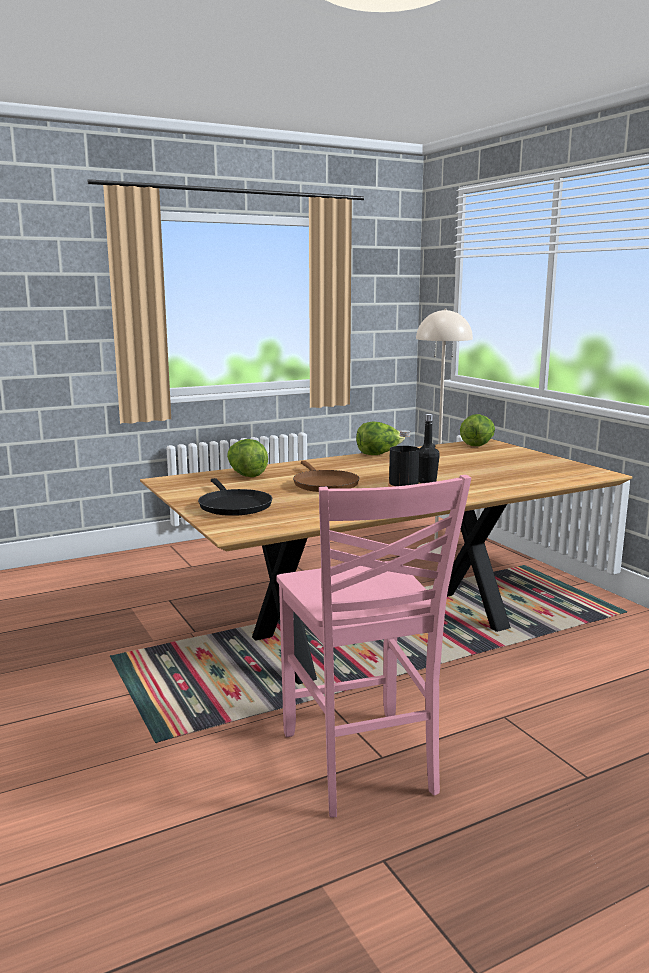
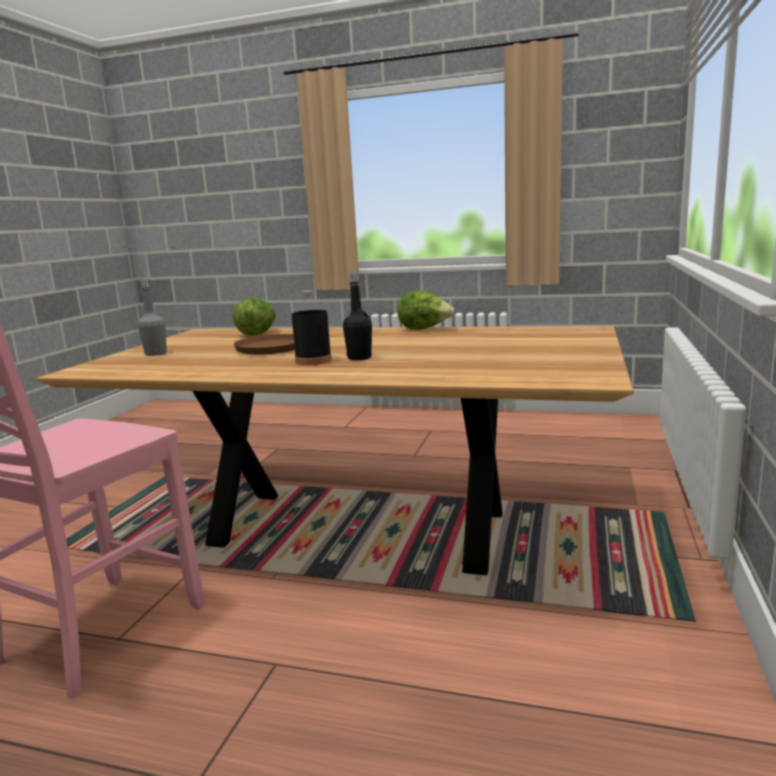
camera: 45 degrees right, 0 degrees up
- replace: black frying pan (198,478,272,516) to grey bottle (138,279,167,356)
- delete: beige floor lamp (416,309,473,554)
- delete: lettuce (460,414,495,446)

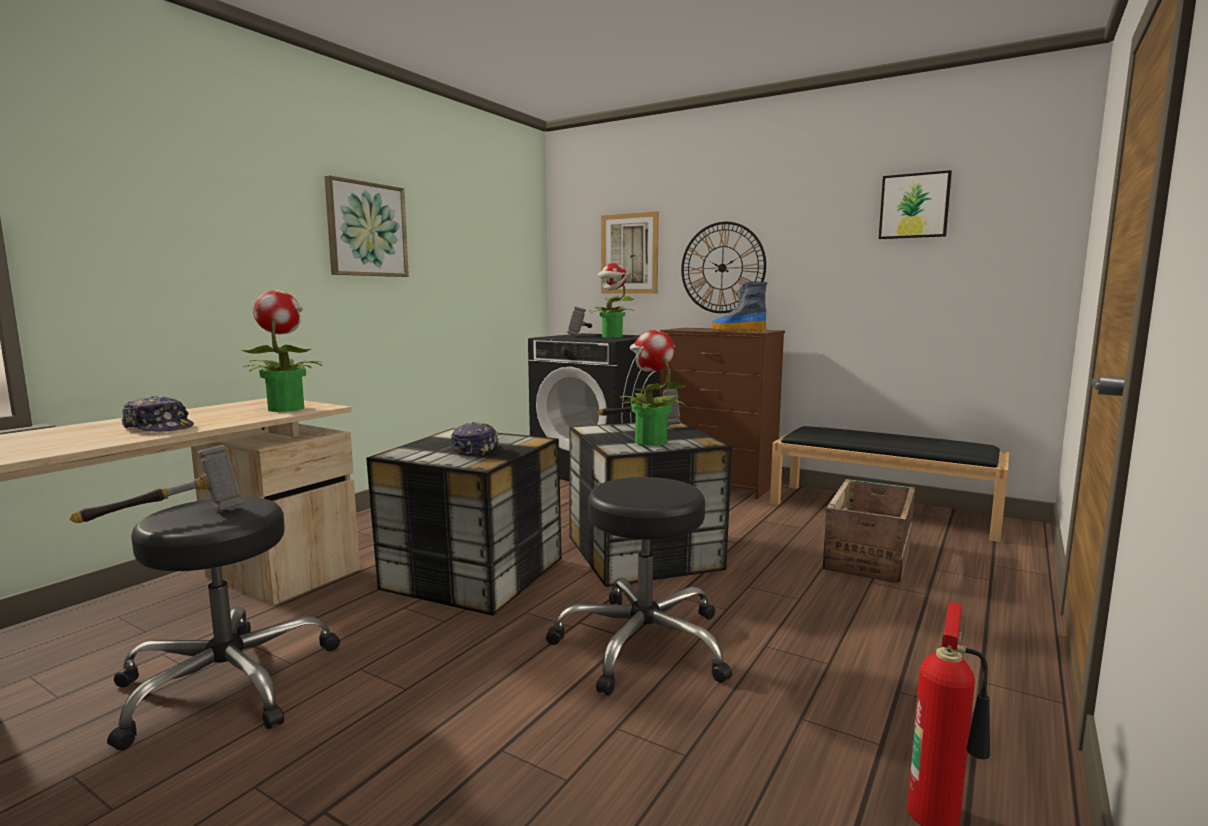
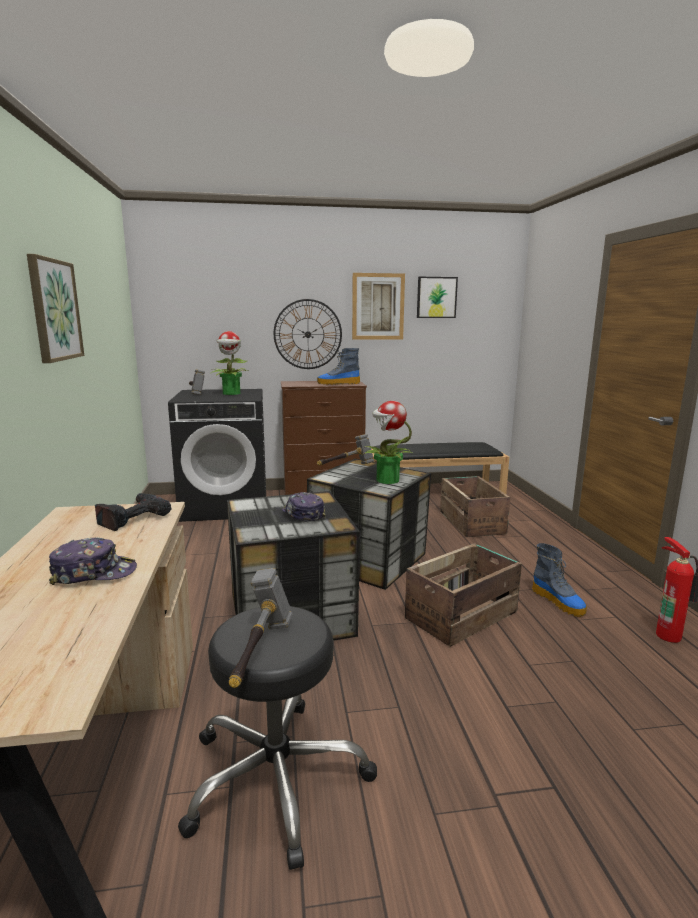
camera: 40 degrees left, 5 degrees up
- replace: potted plant (242,290,323,412) to power drill (95,493,171,531)
- replace: black stool (546,477,732,696) to crate (405,543,522,647)
- move: picture (601,211,659,293) to (352,273,405,340)
- insert: boot (532,543,587,617)

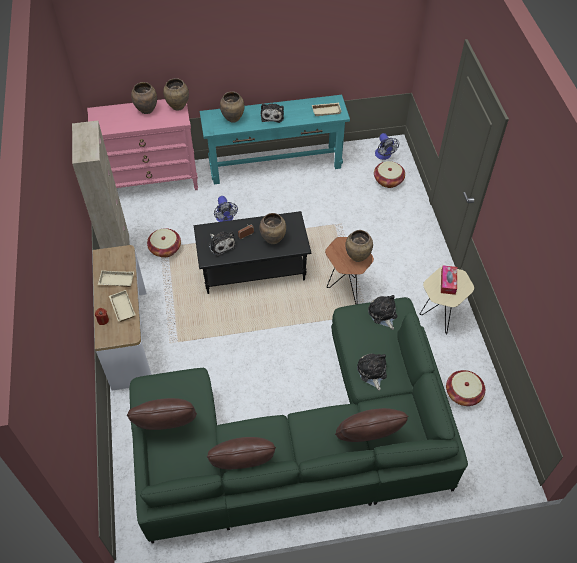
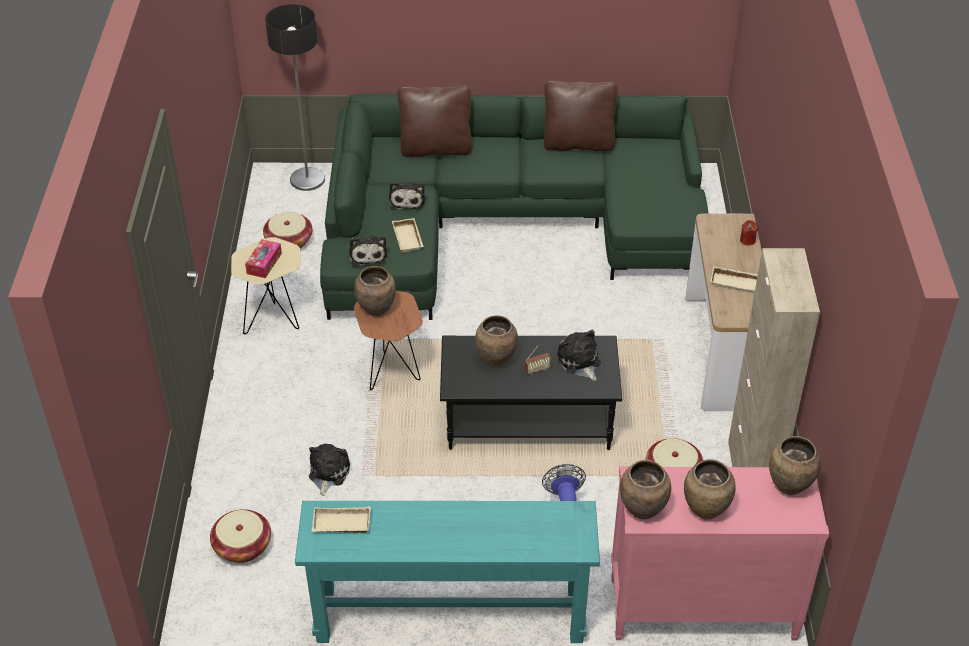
camera: 170 degrees left, 10 degrees down
- move: beige tray (109,290,136,322) to (392,218,424,253)
- delete: brown pillow (127,398,197,430)
- move: brown vase (220,92,245,123) to (769,436,821,495)
- move: plush toy (261,103,284,123) to (309,444,350,496)
- delete: fan (375,133,399,160)
- insert: floor lamp (265,4,325,191)

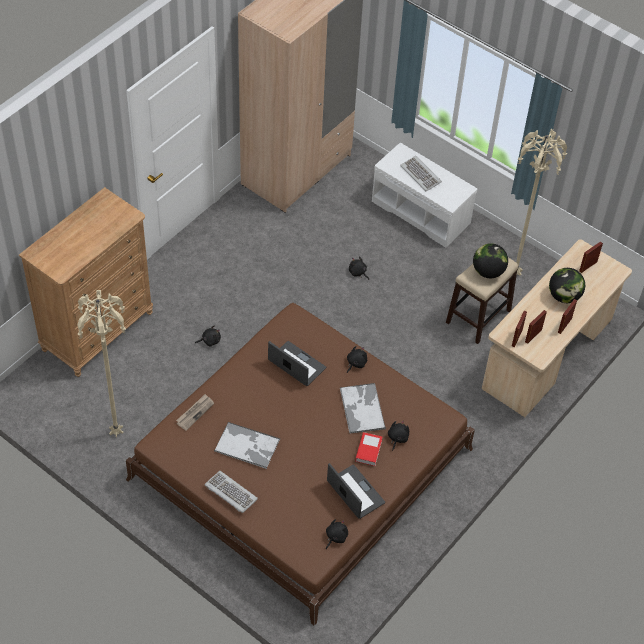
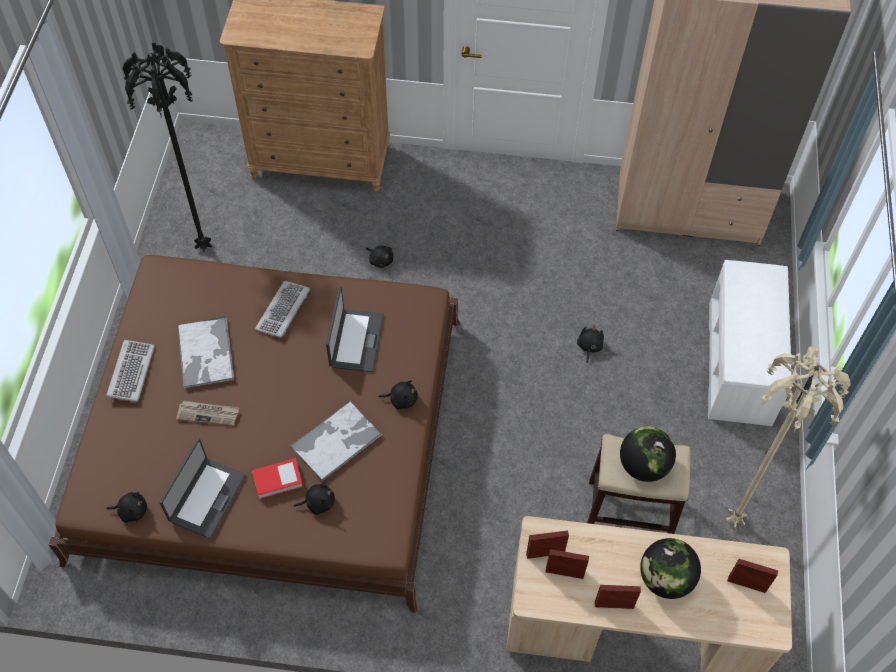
camera: 60 degrees right, 5 degrees up
- recolor: beige floor lamp (77,290,126,437) to black floor lamp (122,43,212,251)
- move: newspaper (176,394,214,431) to (176,400,239,426)
- move: keyboard (400,156,442,191) to (255,281,310,338)

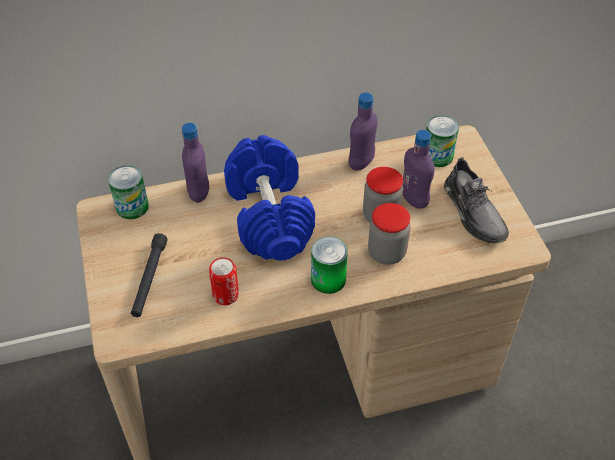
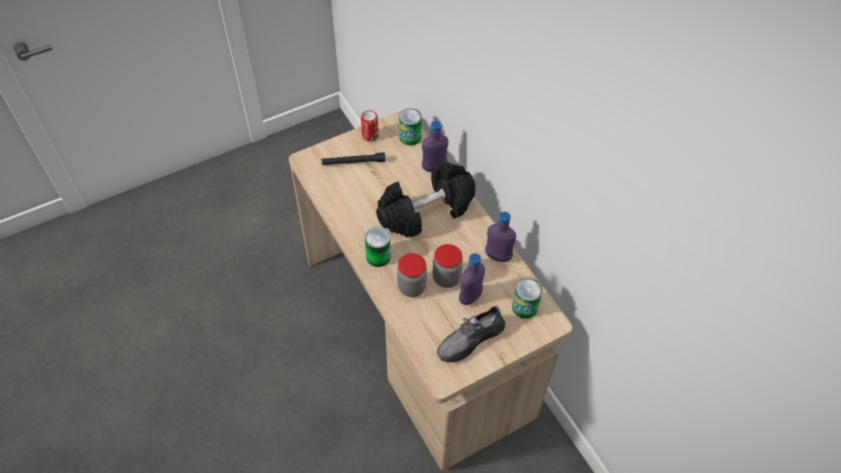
camera: 75 degrees right, 5 degrees up
- move: can (209,257,239,305) to (361,110,379,142)
- recolor: blue dumbbell (224,135,315,261) to black dumbbell (376,162,476,237)

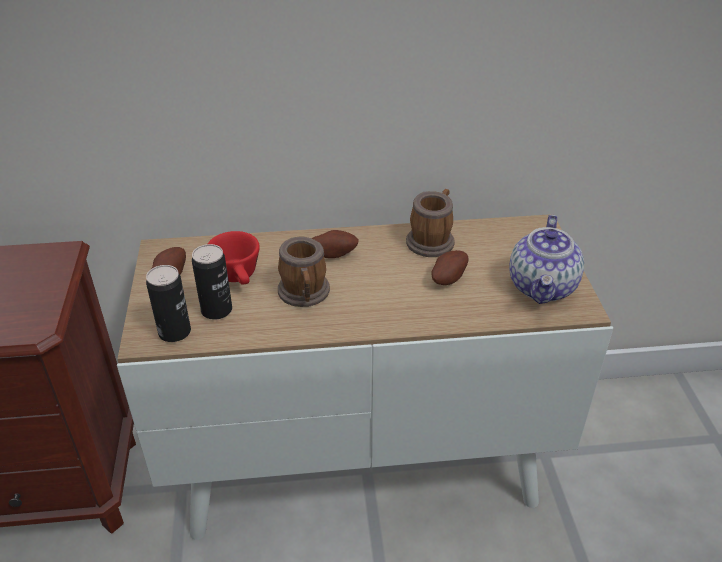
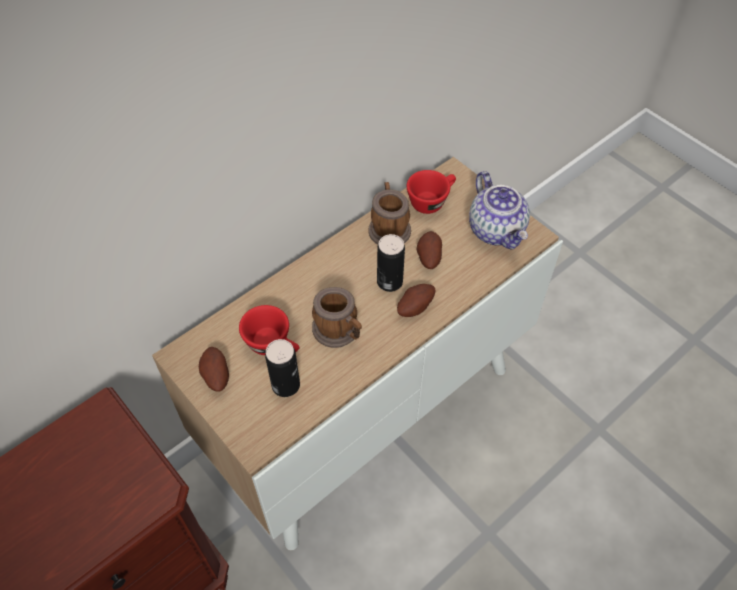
camera: 35 degrees left, 15 degrees up
- move: can (146,265,191,342) to (377,234,405,292)
- move: potato (311,230,359,258) to (397,284,435,317)
- insert: red cup (407,170,456,214)

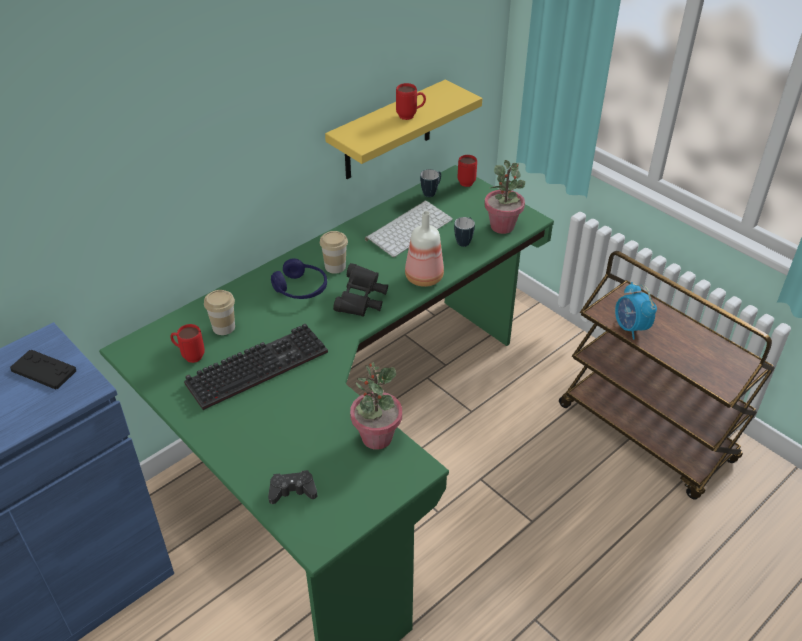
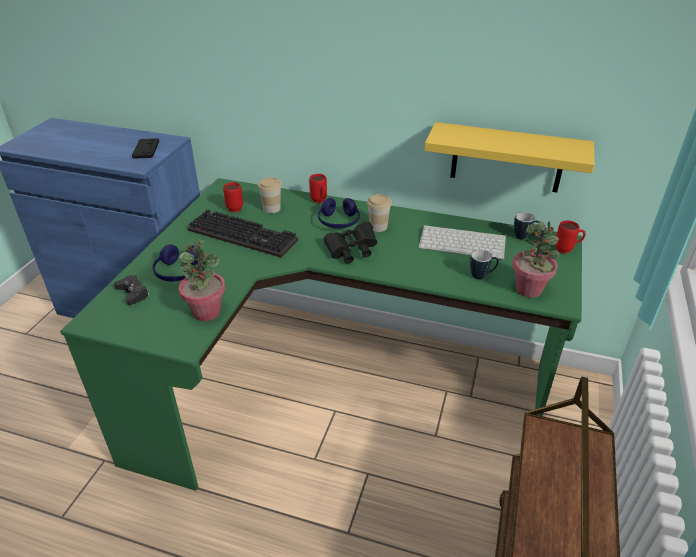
camera: 60 degrees right, 5 degrees down
- move: red mug (396,83,426,120) to (309,174,327,203)
- delete: bottle (405,211,444,287)
- delete: alarm clock (615,282,657,340)
- insert: blue headphones (153,245,201,282)

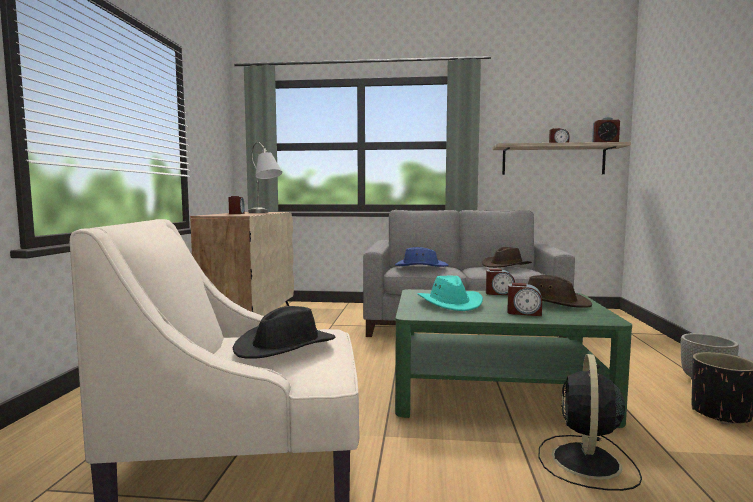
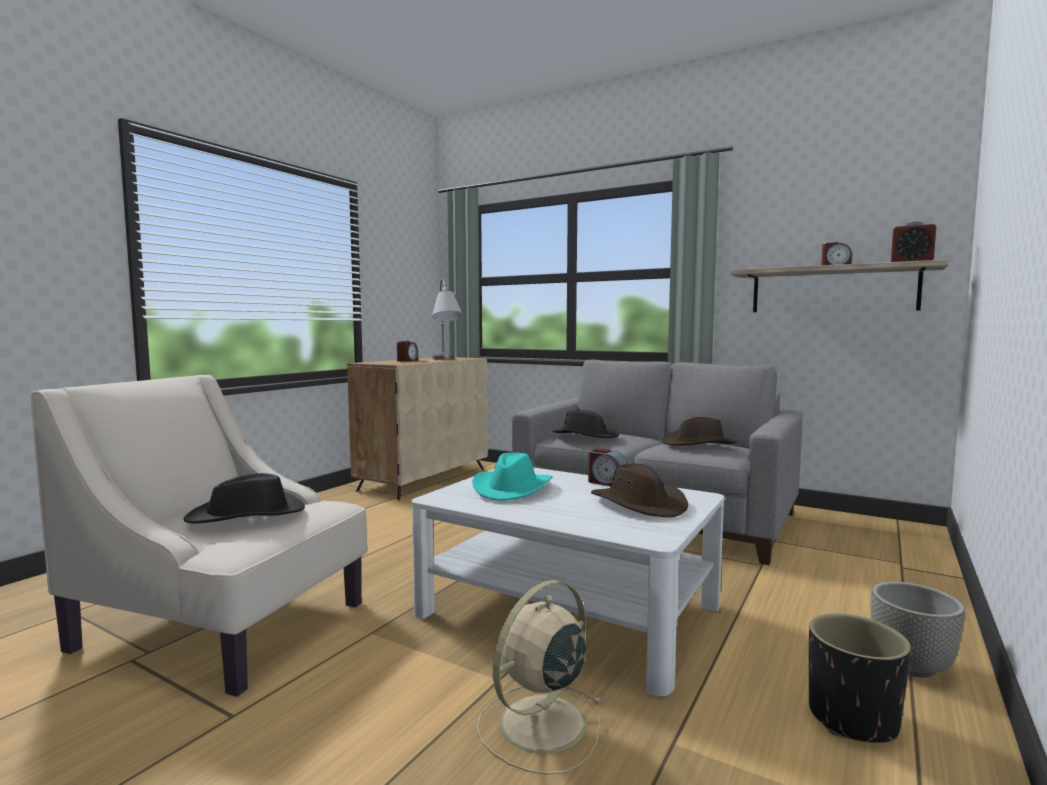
camera: 25 degrees right, 0 degrees up
- recolor: blue hat (395,247,448,267) to black hat (552,410,619,438)
- recolor: green coffee table (395,289,632,428) to white coffee table (411,467,724,697)
- delete: alarm clock (507,283,542,316)
- recolor: black fan (538,354,642,491) to beige fan (476,580,603,775)

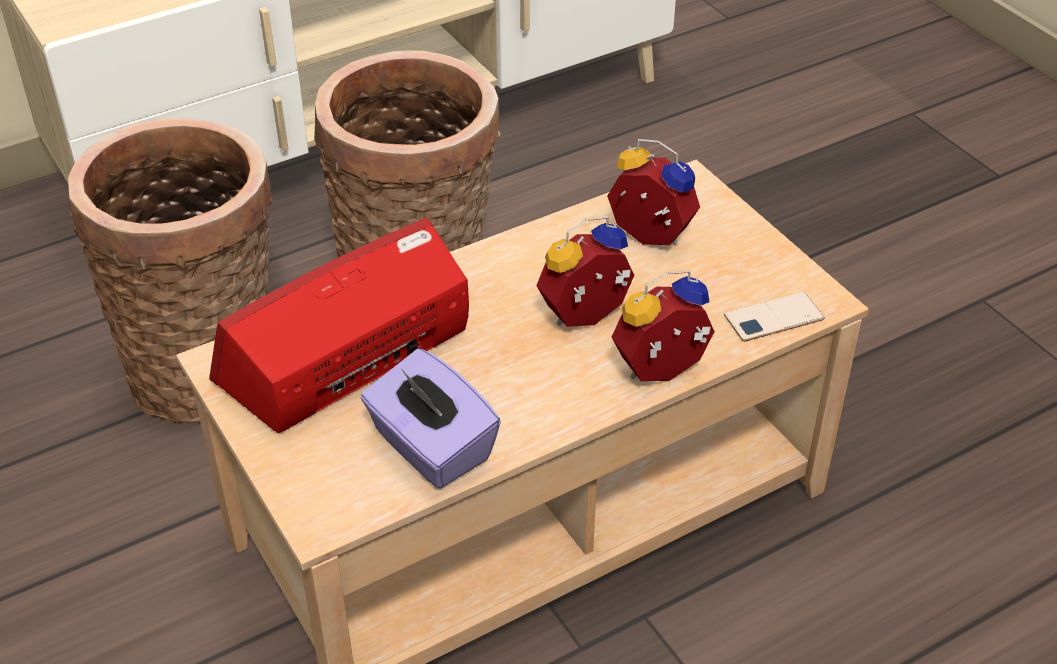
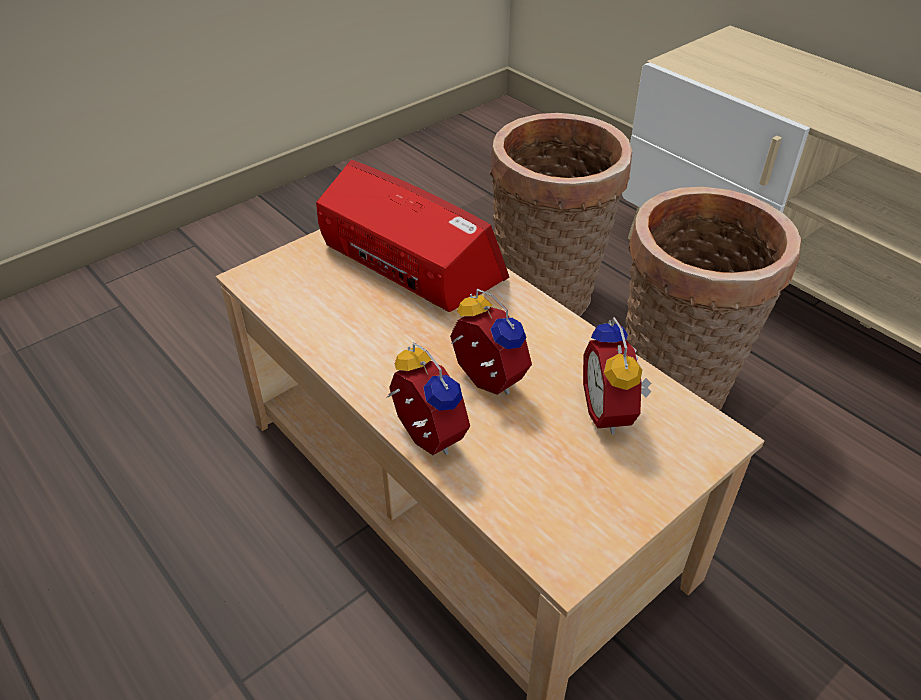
camera: 80 degrees right, 0 degrees up
- delete: purple tissue box (360,349,501,489)
- rotate: alarm clock (607,139,700,246) = (583,317,652,434) 150 degrees clockwise
- delete: phone (724,292,825,342)

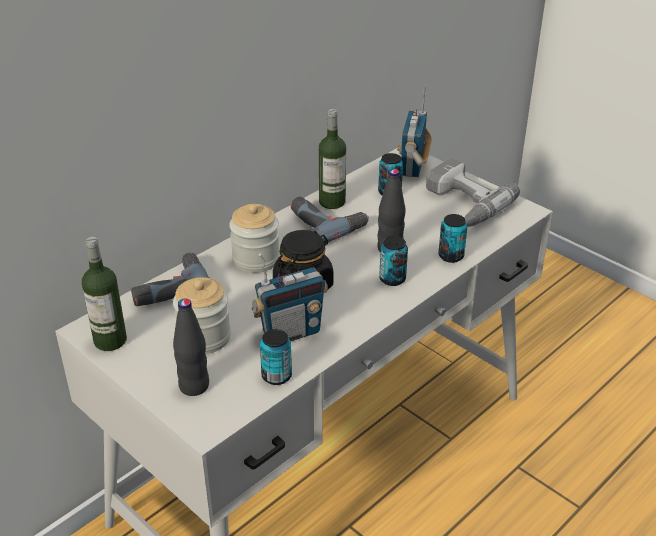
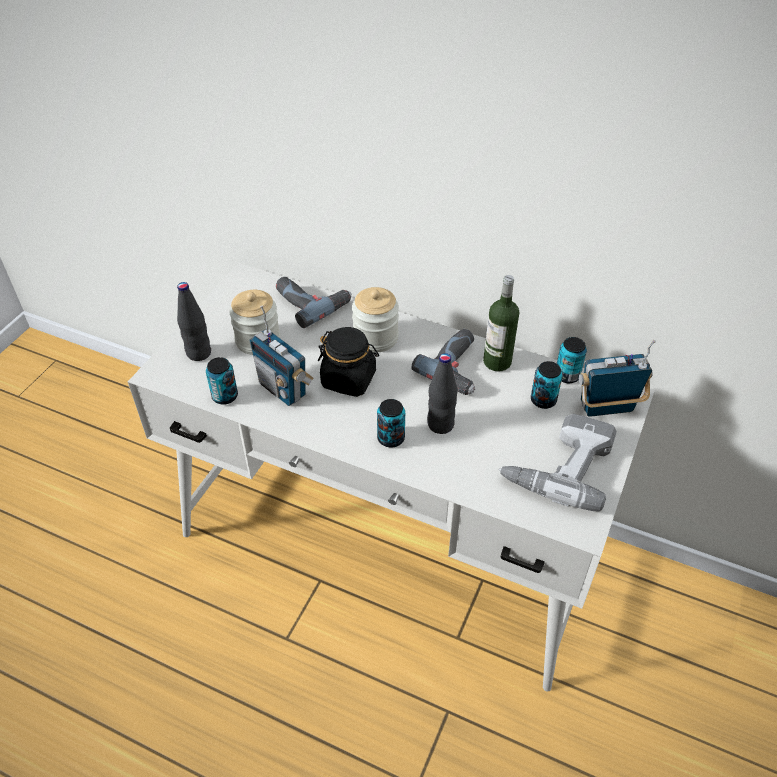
camera: 70 degrees right, 10 degrees up
- delete: bottle (82,237,127,351)
- move: can (438,214,468,263) to (557,337,587,384)

